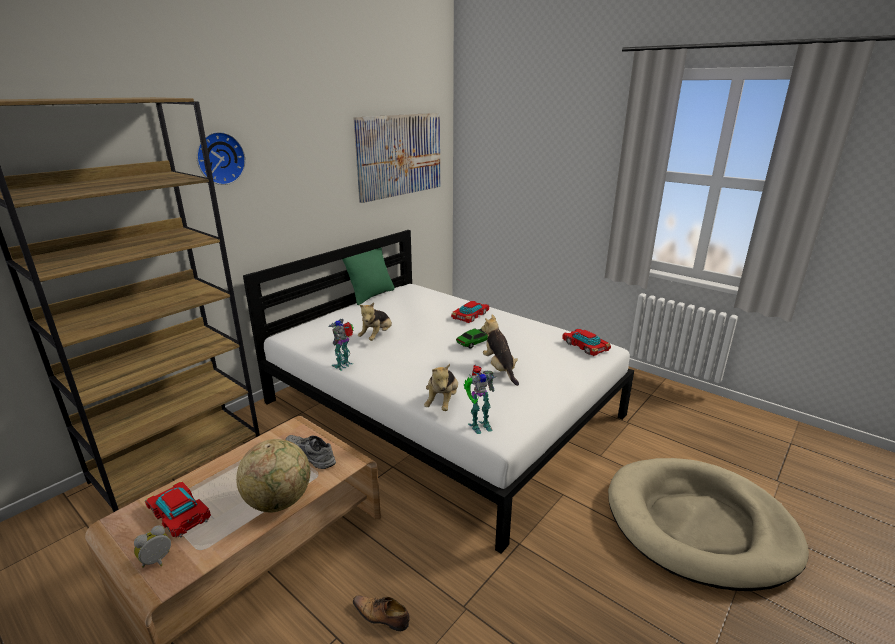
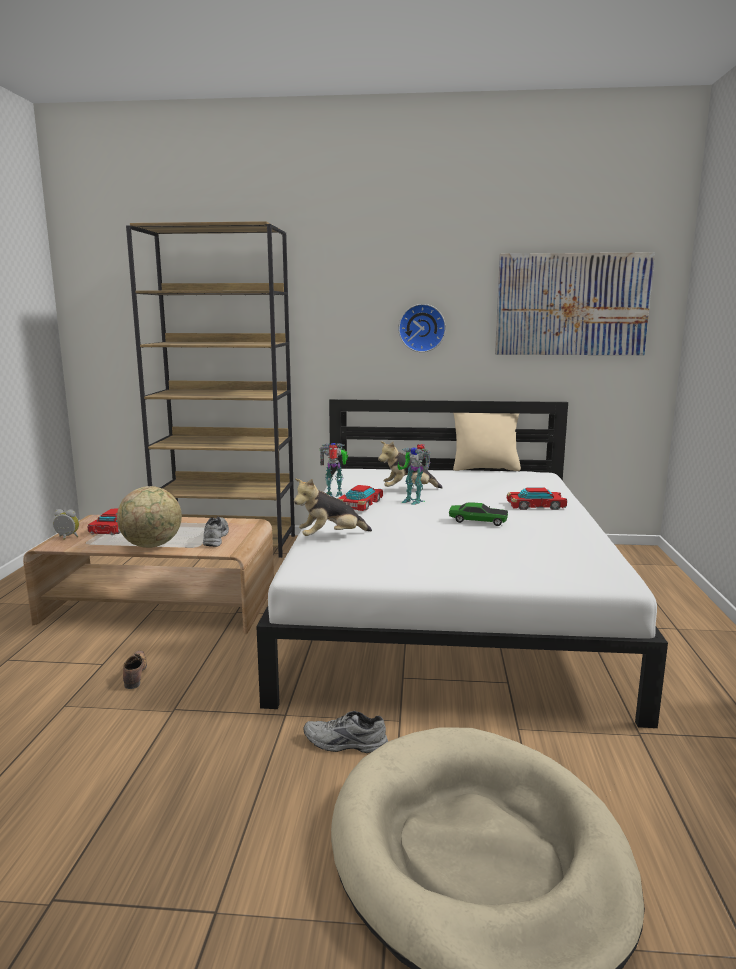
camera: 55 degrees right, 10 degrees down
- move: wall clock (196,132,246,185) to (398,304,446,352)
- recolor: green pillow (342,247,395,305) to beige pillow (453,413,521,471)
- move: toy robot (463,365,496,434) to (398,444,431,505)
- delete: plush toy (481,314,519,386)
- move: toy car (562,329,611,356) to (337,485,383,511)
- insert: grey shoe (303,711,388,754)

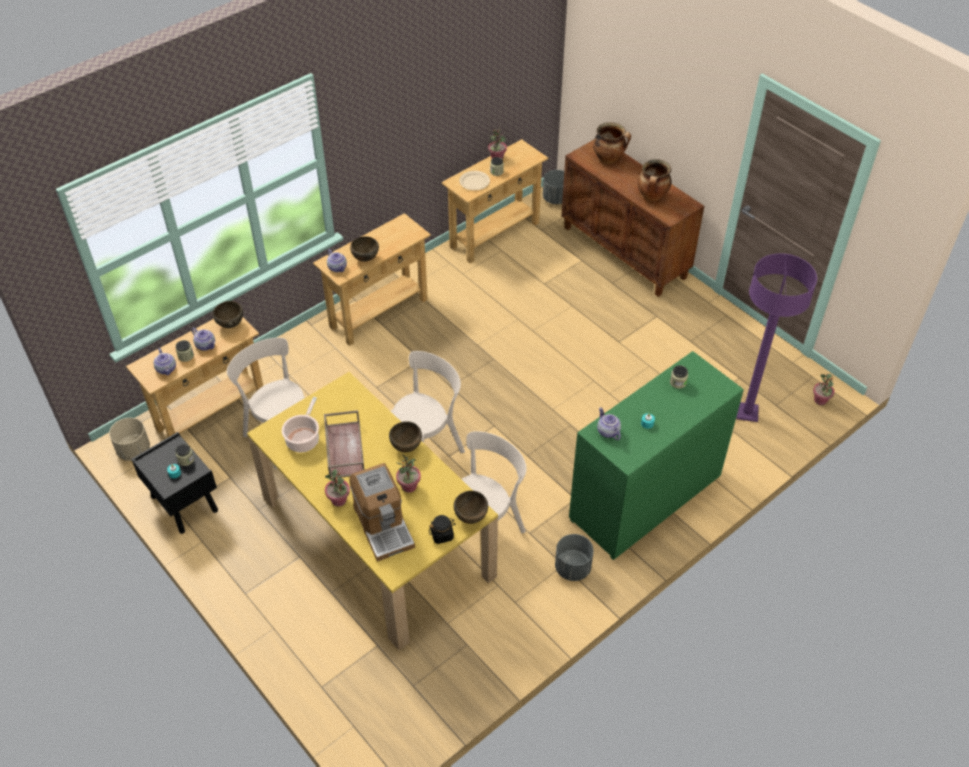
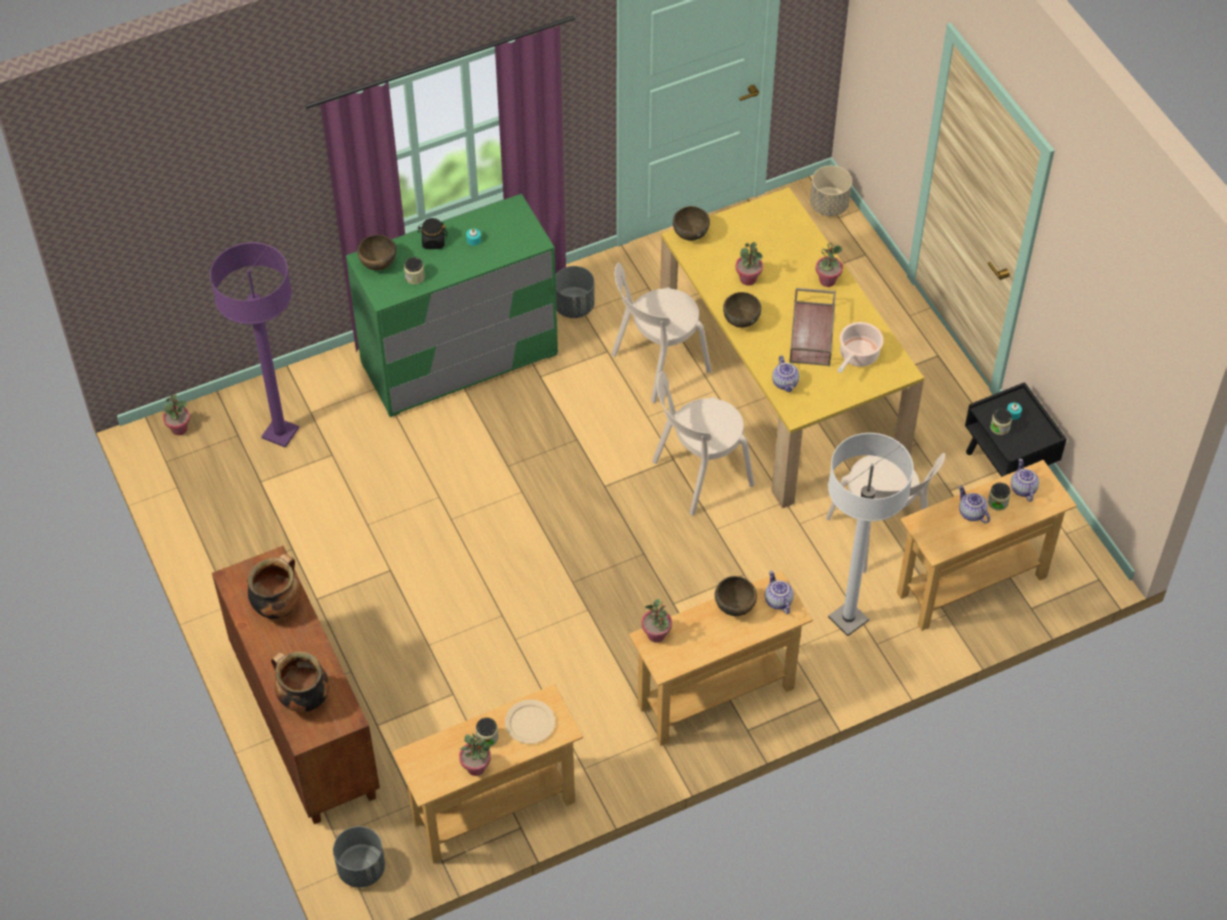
camera: 165 degrees left, 5 degrees up
- move: beige planter (109,418,150,461) to (810,166,852,216)
- move: brown bowl (213,301,243,328) to (357,235,396,270)
- delete: coffee machine (349,463,415,562)
- move: black jar (429,515,455,544) to (418,218,447,249)
- move: teapot (597,407,621,440) to (772,355,799,392)
- insert: potted plant (641,599,672,643)
- insert: white floor lamp (828,433,914,636)

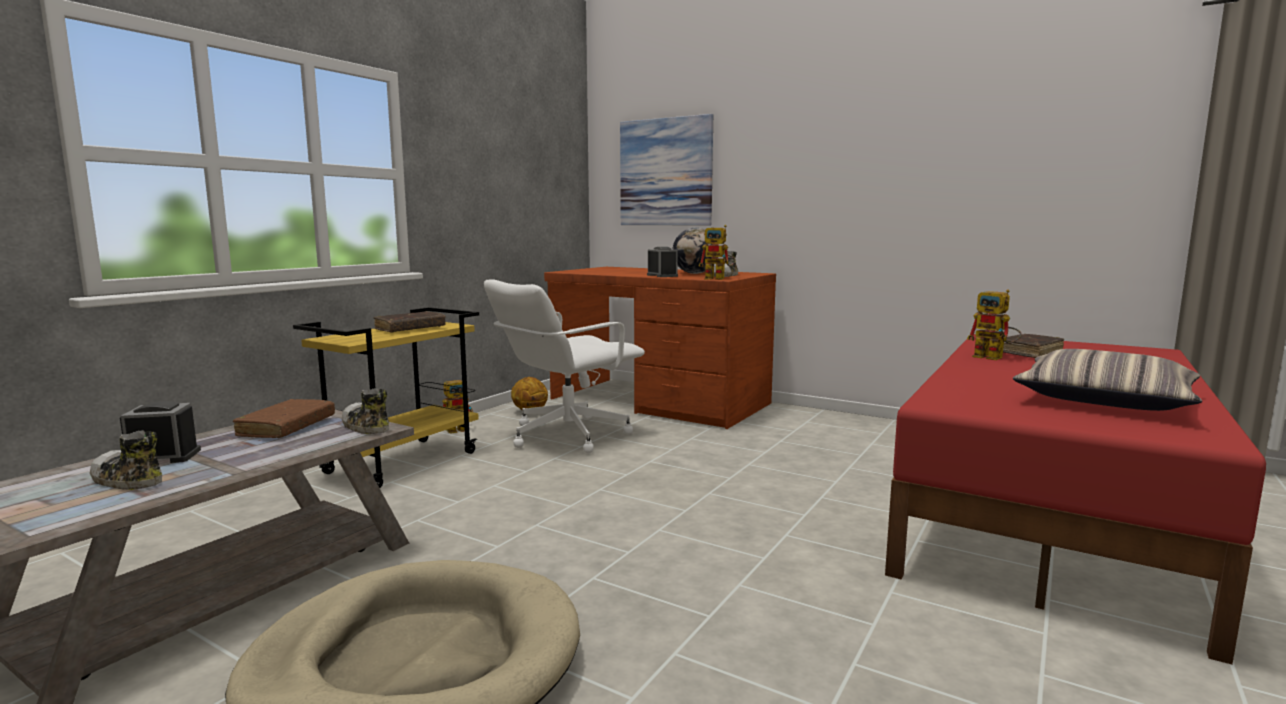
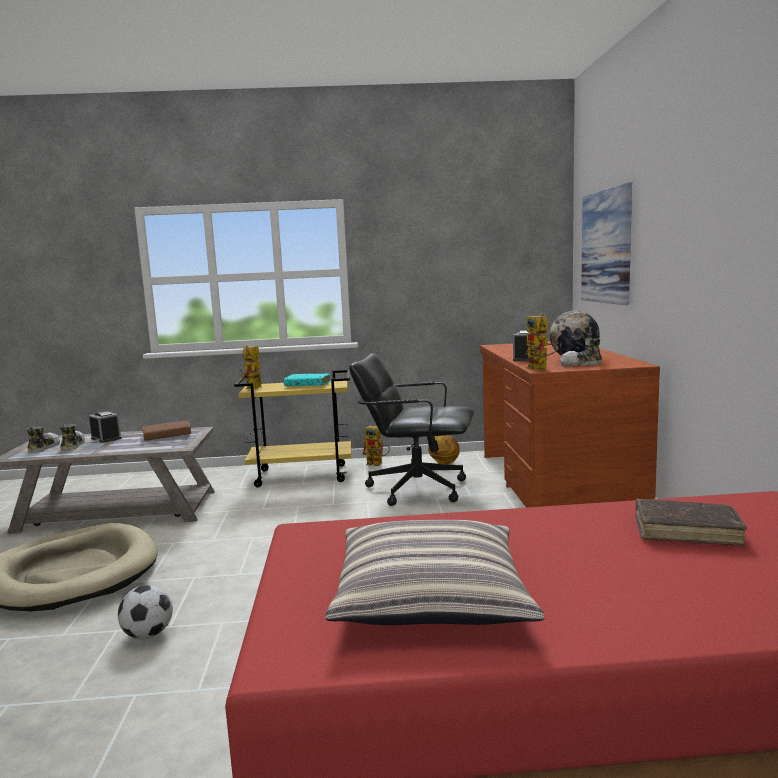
camera: 55 degrees right, 0 degrees up
- move: shoe (342,388,389,434) to (27,426,60,453)
- recolor: brown book (374,311,446,333) to turquoise book (284,373,331,387)
- recolor: white office chair (484,279,645,453) to black office chair (349,353,474,506)
- move: toy robot (967,289,1022,360) to (240,345,261,389)
- insert: football (118,585,173,639)

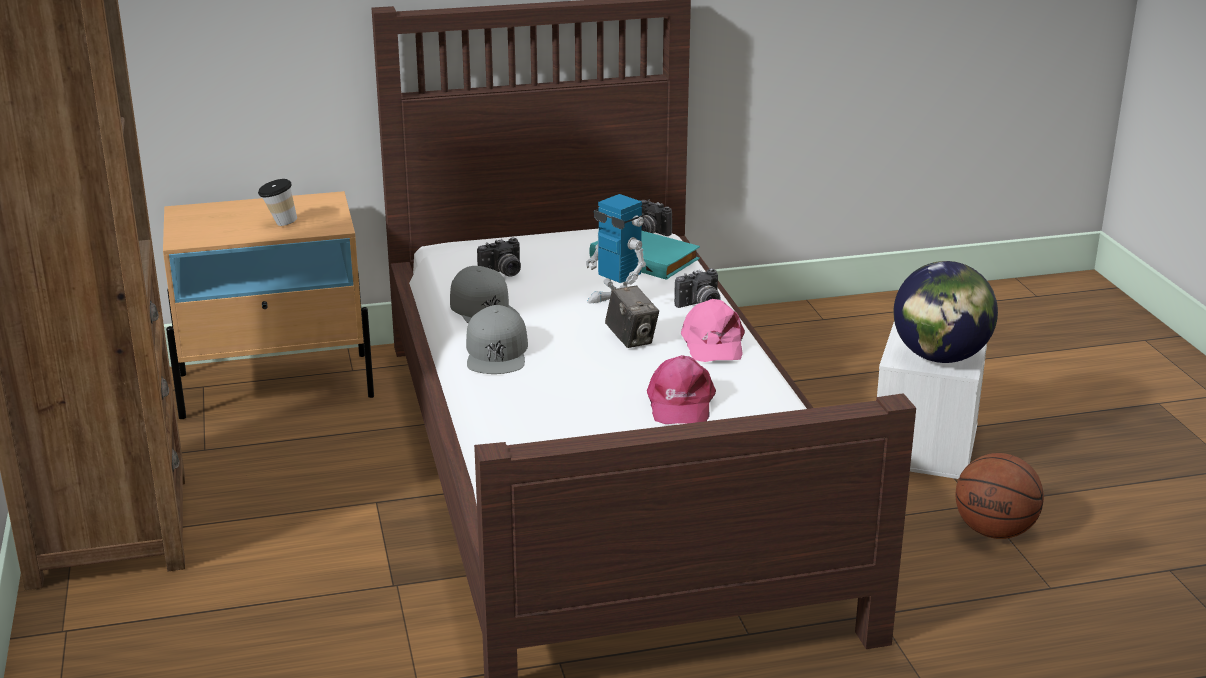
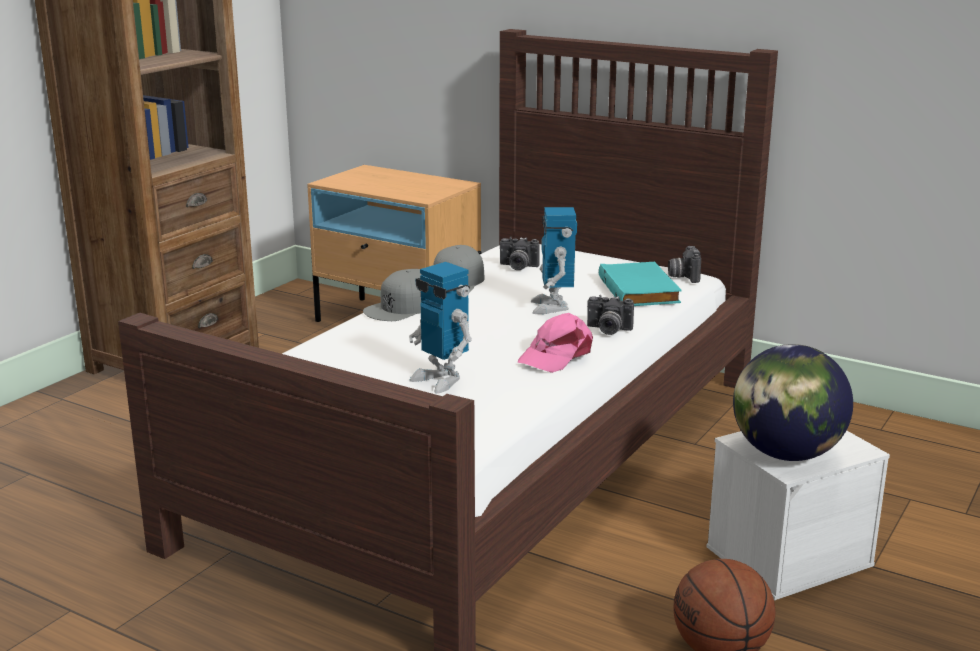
camera: 45 degrees right, 5 degrees down
- delete: cup (258,179,297,226)
- delete: photo camera (605,286,659,348)
- replace: pink cap (647,355,716,424) to toy robot (409,262,472,393)

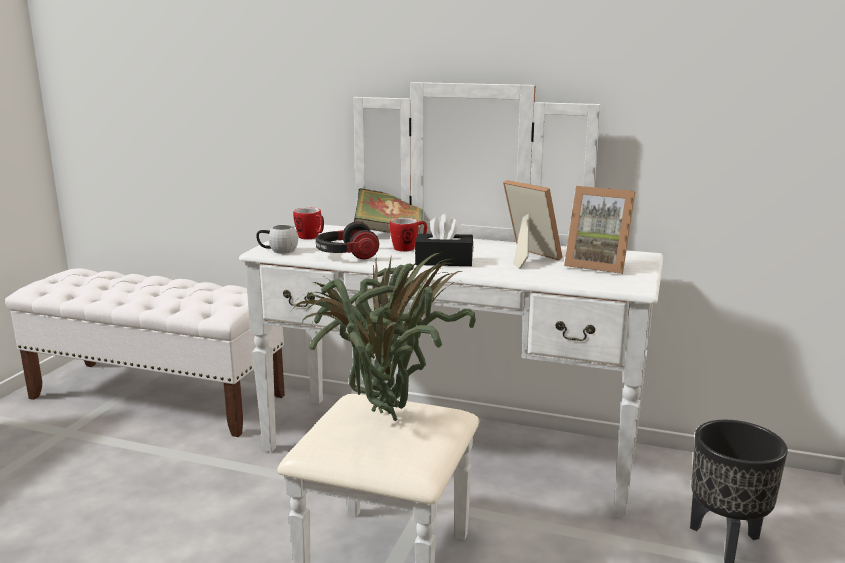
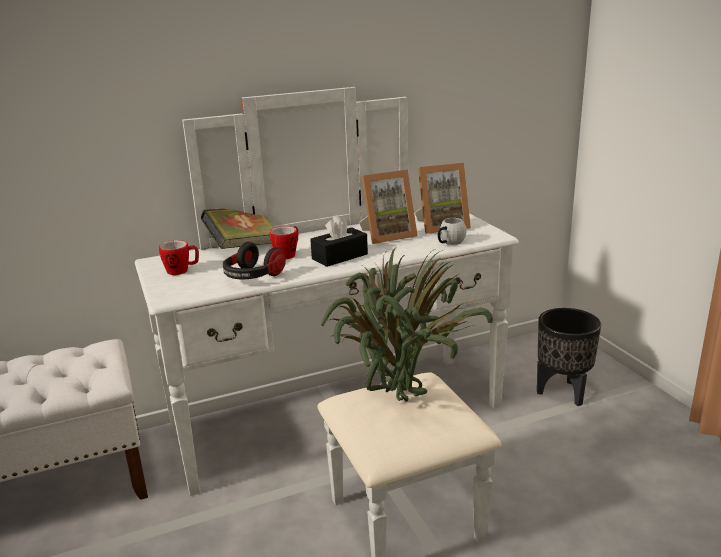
camera: 40 degrees left, 5 degrees up
- move: white mug (256,225,298,254) to (438,218,466,245)
- rotate: picture frame (503,180,563,269) = (359,170,418,244) 150 degrees clockwise

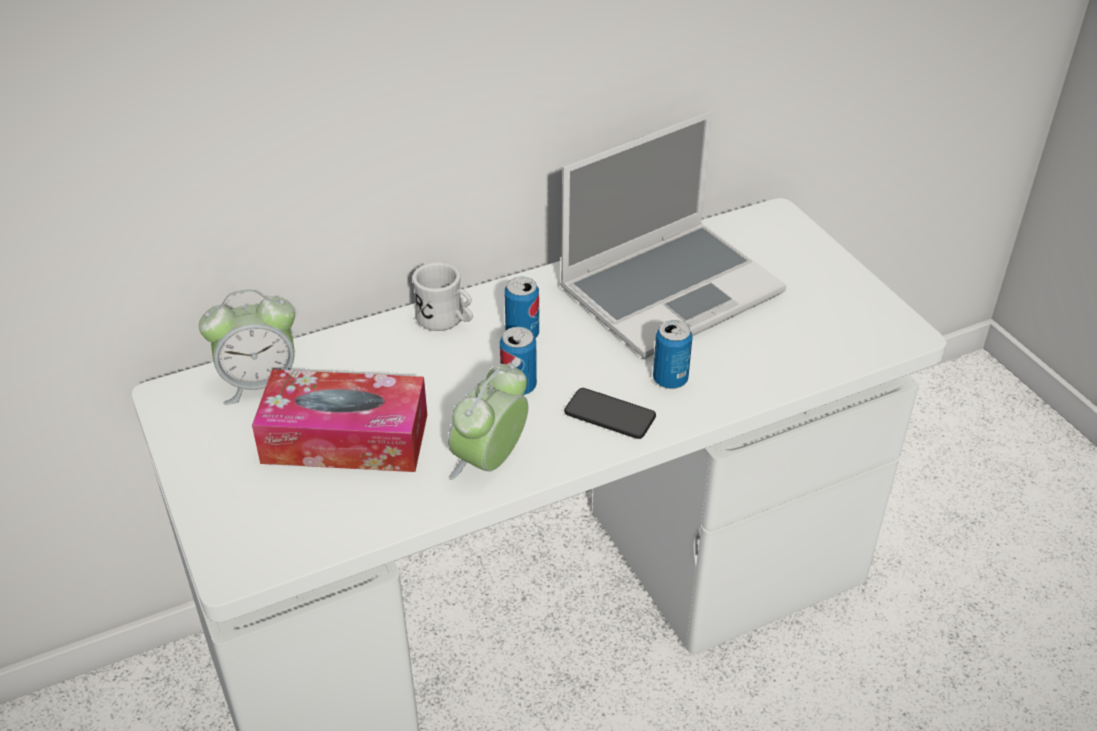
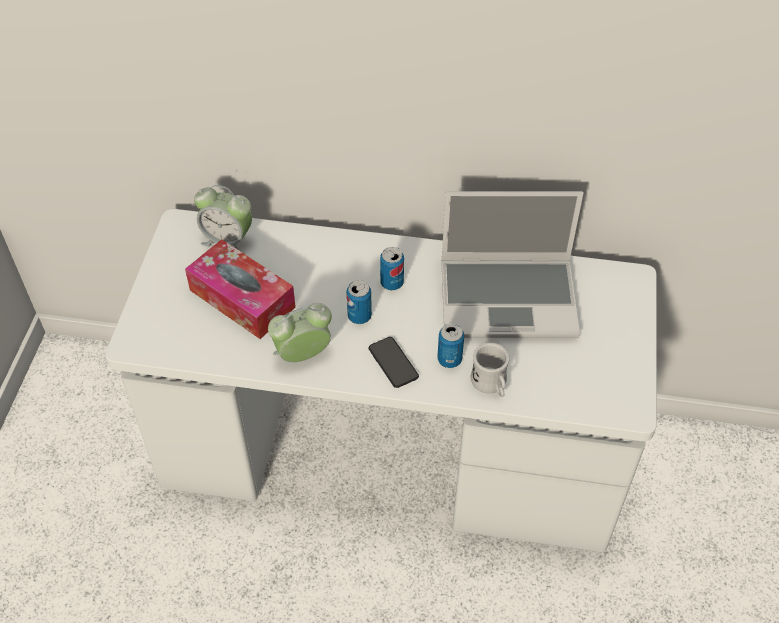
camera: 35 degrees right, 10 degrees up
- move: white mug (412,262,473,331) to (471,343,509,397)

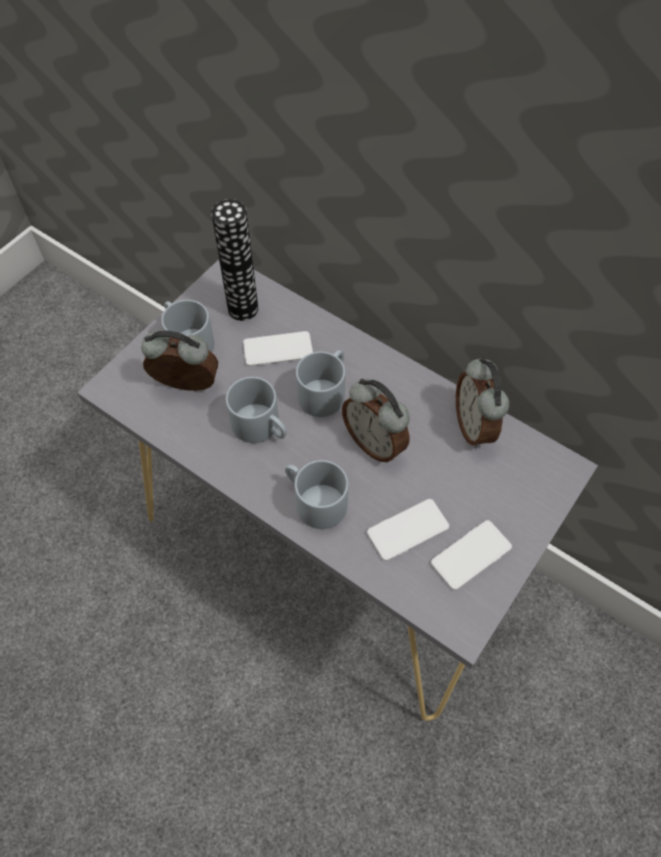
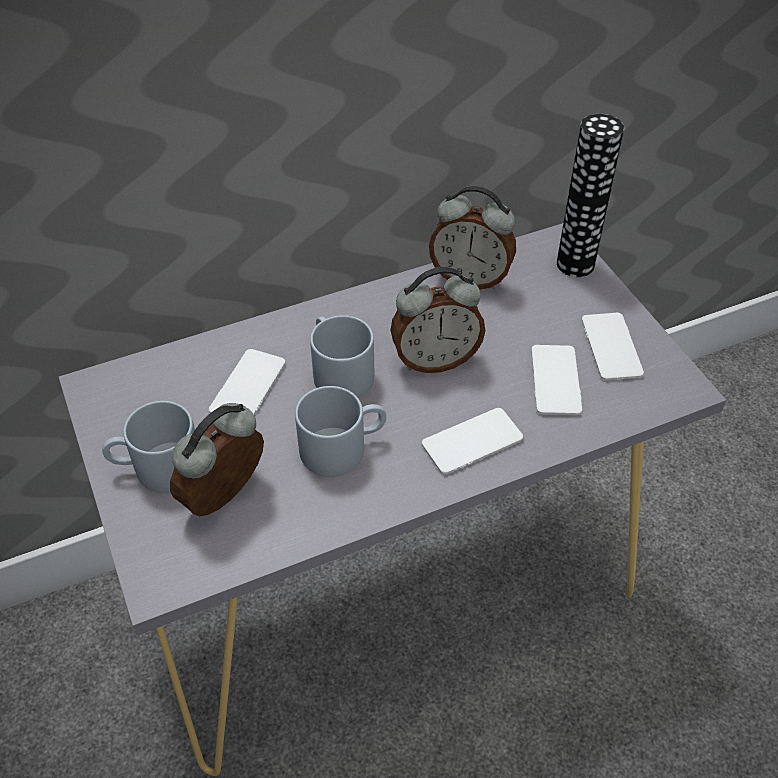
camera: 60 degrees left, 10 degrees down
- move: vase (211,199,258,321) to (557,114,624,277)
- replace: grey mug (285,460,348,529) to phone (422,408,523,474)

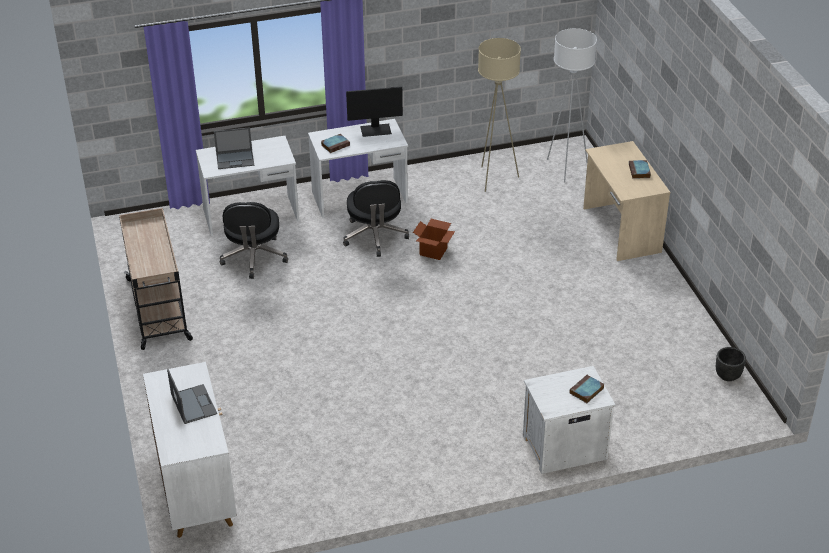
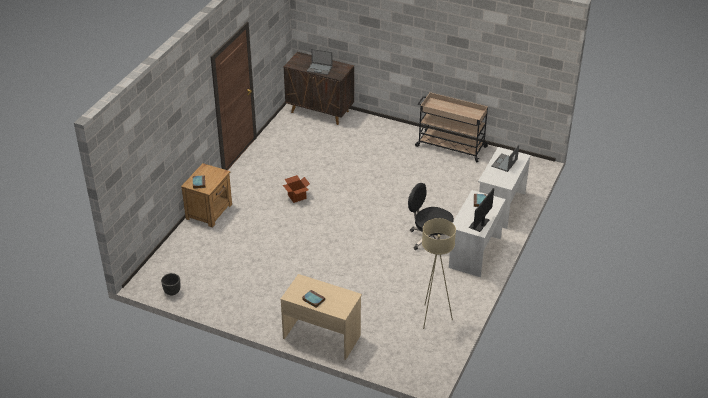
camera: 130 degrees right, 0 degrees up
- recolor: white cabinet (143,362,237,538) to brown cabinet (284,52,354,125)
- delete: black office chair (220,202,288,279)
- move: cardboard box (413,219,455,260) to (283,175,310,203)
- recolor: white nightstand (523,366,615,474) to brown nightstand (181,163,232,228)
- delete: white floor lamp (547,28,597,182)

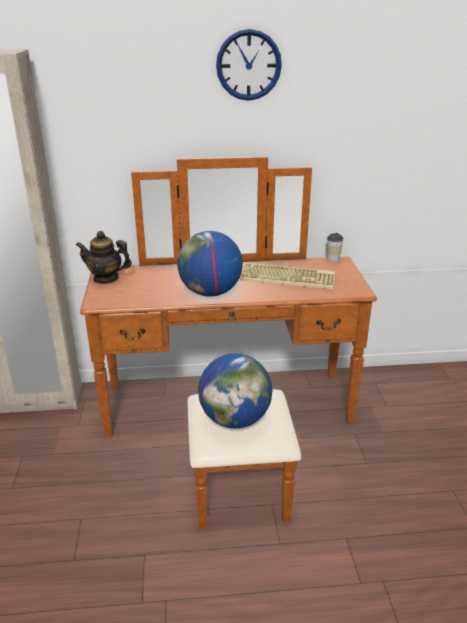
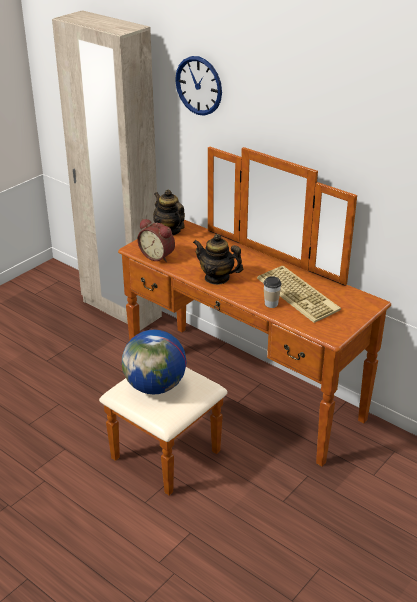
camera: 45 degrees right, 5 degrees up
- replace: globe (177,231,243,297) to teapot (193,234,243,285)
- move: wall clock (216,29,282,101) to (175,56,222,116)
- move: cup (327,233,343,262) to (263,276,281,308)
- insert: alarm clock (137,219,175,262)

